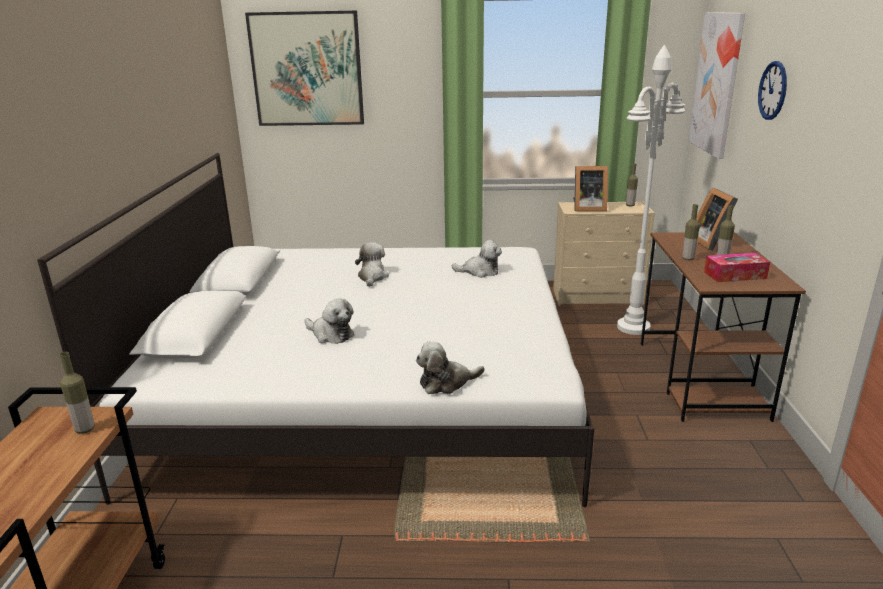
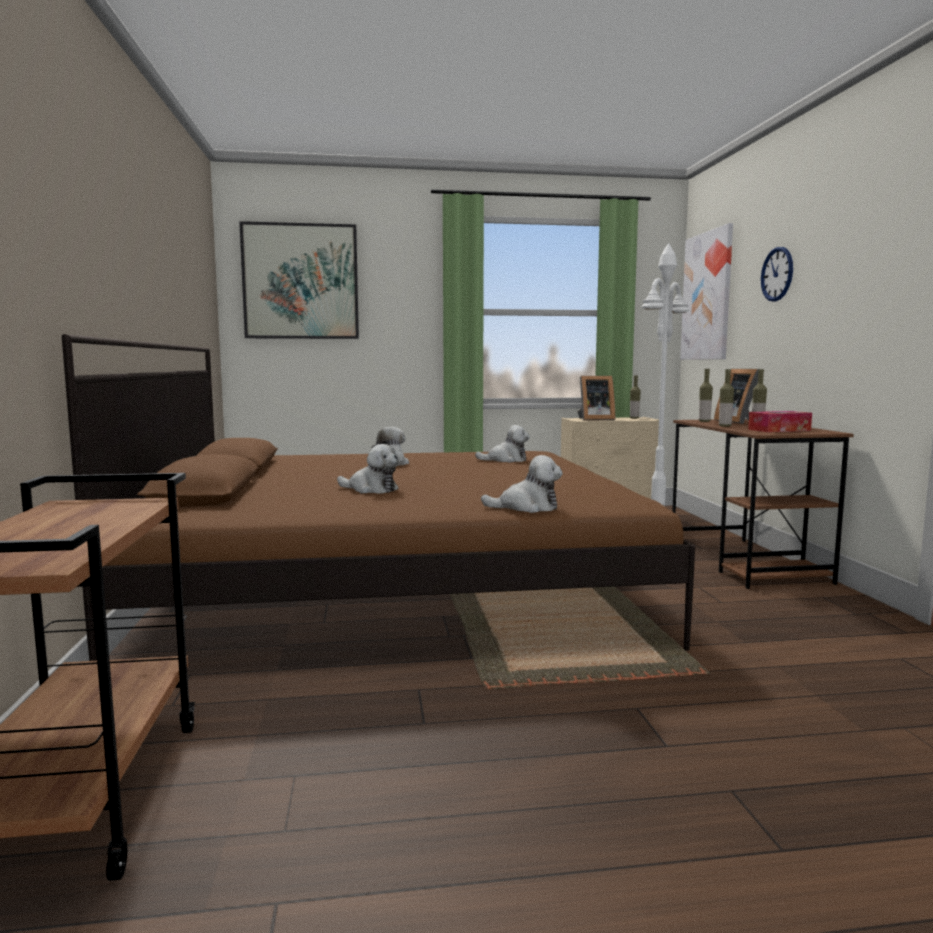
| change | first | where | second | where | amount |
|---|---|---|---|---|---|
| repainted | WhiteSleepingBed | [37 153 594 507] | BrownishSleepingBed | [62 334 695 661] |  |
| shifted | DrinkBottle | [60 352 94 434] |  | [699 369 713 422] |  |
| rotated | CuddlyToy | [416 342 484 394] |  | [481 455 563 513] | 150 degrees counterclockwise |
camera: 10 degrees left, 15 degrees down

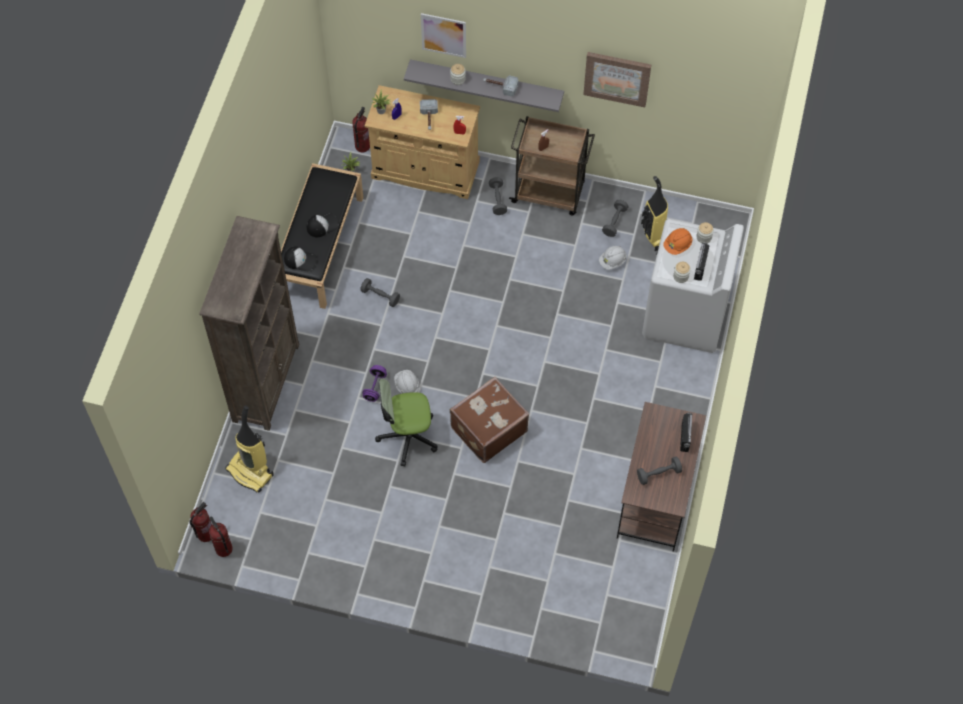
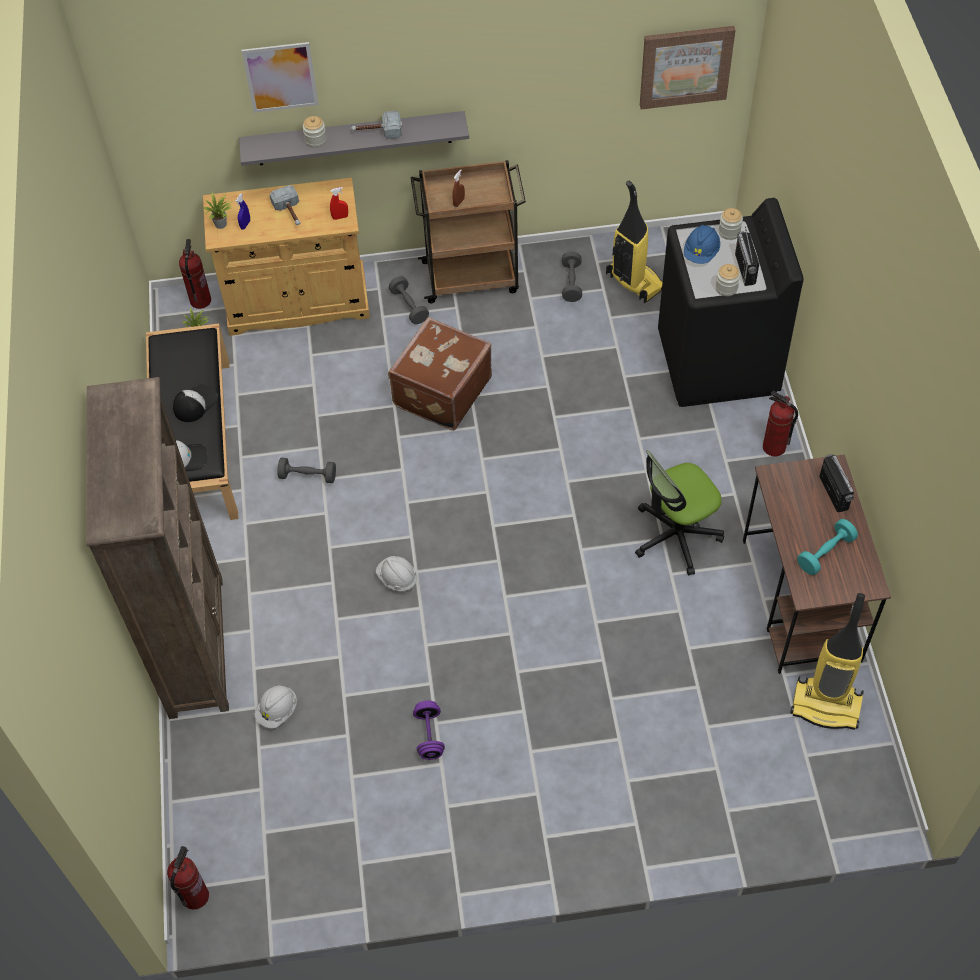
| change | first | where | second | where | amount |
|---|---|---|---|---|---|
| shifted | Extinguisher | [209 516 233 557] |  | [763 391 798 457] |  |
| shifted | VacuumCleaner | [225 405 274 492] |  | [790 593 865 730] |  |
| shifted | PurpleFreeWeight | [362 365 387 402] |  | [413 701 445 760] |  |
| shifted | ComputerChair | [375 379 437 467] |  | [635 450 724 575] |  |
| shifted | BrownishPieceOfLuggage | [450 377 529 463] |  | [388 317 492 430] |  |
| shifted | Picture | [583 52 651 107] |  | [640 26 736 110] |  |
| shifted | WhiteHardHat | [599 246 627 270] |  | [255 685 297 729] |  |
| repainted | GreyishFreeWeight | [637 457 682 485] | TurquoiseFreeWeight | [797 519 858 575] |  |
| repainted | WhiteLaundryAppliance | [642 219 744 353] | BlackLaundryAppliance | [658 198 804 407] |  |
| repainted | OrangeyHardHat | [663 228 692 255] | BluishHardHat | [684 225 720 264] |  |
camera: 20 degrees left, 5 degrees down

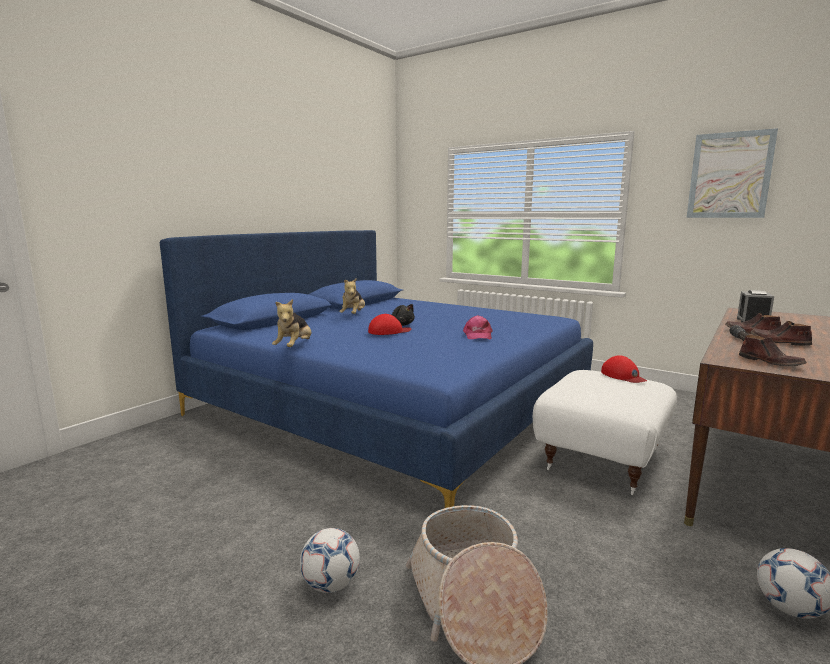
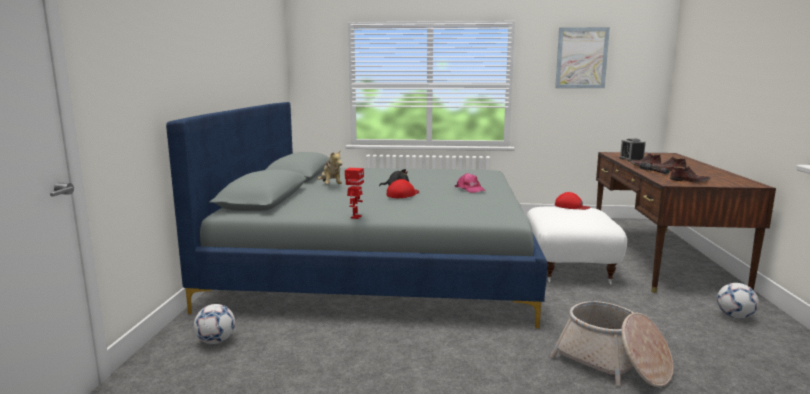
| change | first | where | second | where | amount |
|---|---|---|---|---|---|
| repainted | BluishSleepingBed | [160 230 593 508] | GreyishSleepingBed | [166 102 547 328] |  |
| swapped | CuddlyToy | [272 299 311 347] | RobotFigure | [345 168 364 219] |  |
| shifted | FootballBall | [300 528 360 593] |  | [194 304 235 344] |  |
camera: 30 degrees left, 0 degrees up

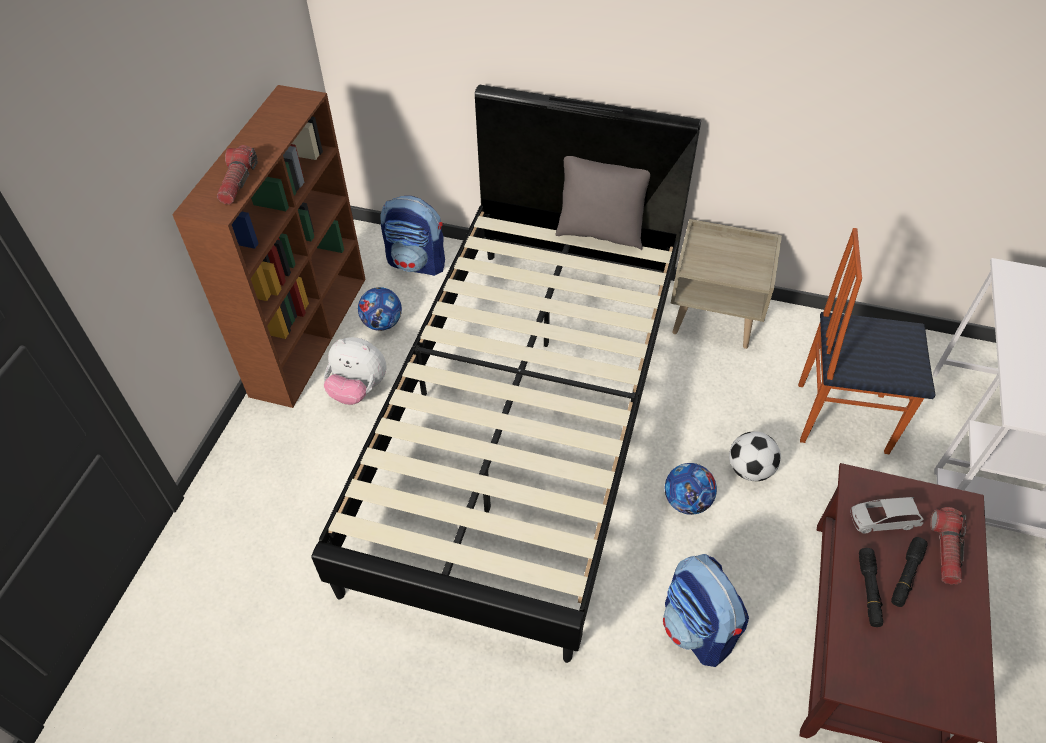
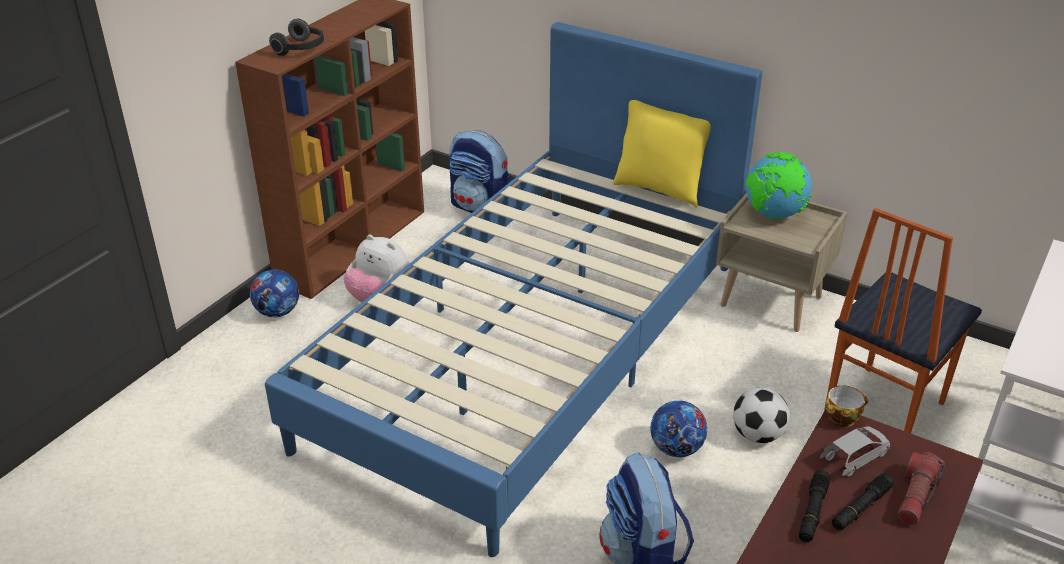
| change | first | where | second | where | amount |
|---|---|---|---|---|---|
| swapped | Flashlight | [217 145 258 204] | Headset | [269 19 324 56] |  |
| repainted | BlackSleepingBed | [312 85 701 663] | BluishSleepingBed | [265 22 762 557] |  |
| shifted | FootballBall | [358 287 402 331] |  | [250 269 299 317] |  |
| repainted | GreyishThrowPillow | [555 156 650 250] | YellowColouredThrowPillow | [613 100 711 208] |  |
| rotated | Chair | [798 228 936 454] |  | [824 208 982 433] | 75 degrees counterclockwise |
| rotated | GreyishToyCar | [850 497 923 534] |  | [820 426 890 477] | 135 degrees clockwise |
| new |  |  | DeskGlobe | [745 152 812 219] |  |
| new |  |  | SmallCup | [825 385 869 427] |  |
camera: 15 degrees right, 15 degrees down

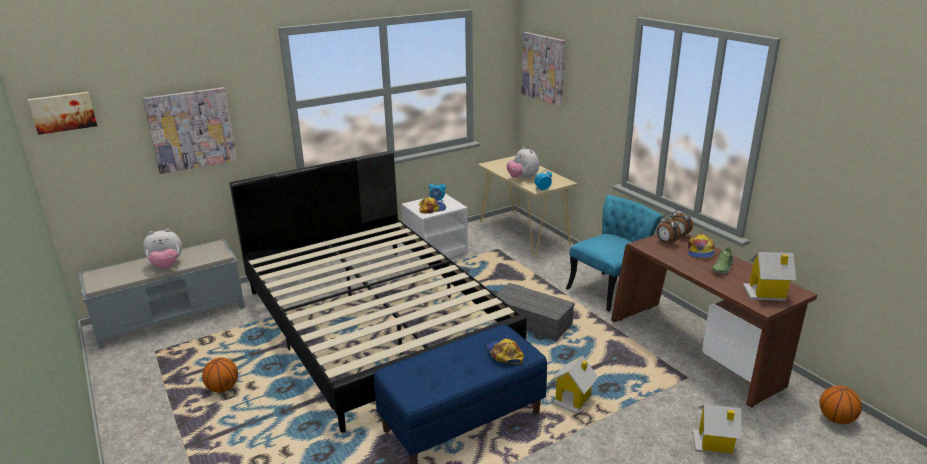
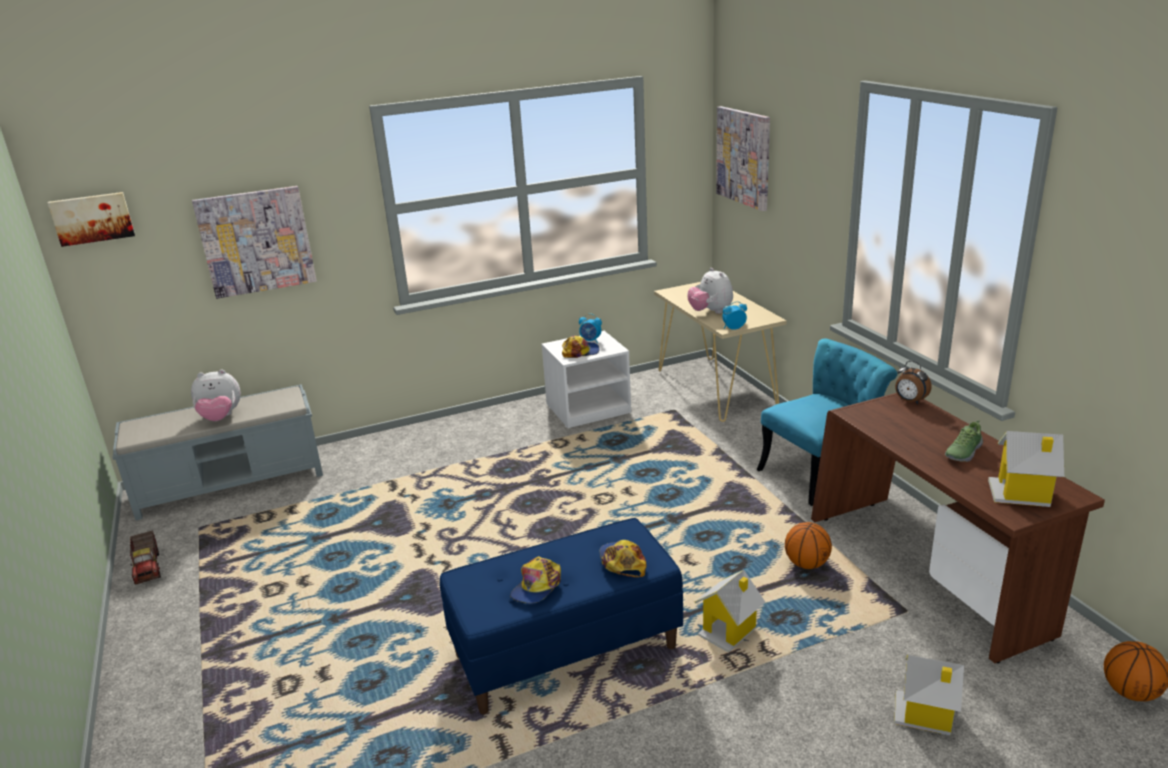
| change | first | where | second | where | amount |
|---|---|---|---|---|---|
| shifted | BallForBasketball | [202 357 238 393] |  | [785 522 832 569] |  |
| gone | BlackSleepingBed | [230 151 527 433] |  |  |  |
| gone | GreyishStorageBox | [495 283 575 341] |  |  |  |
| gone | AlarmClock | [657 214 681 245] |  |  |  |
| shifted | Cap | [688 234 715 258] |  | [510 556 561 603] |  |
| new |  |  | ToyTruck | [130 531 161 584] |  |
camera: 10 degrees right, 0 degrees up

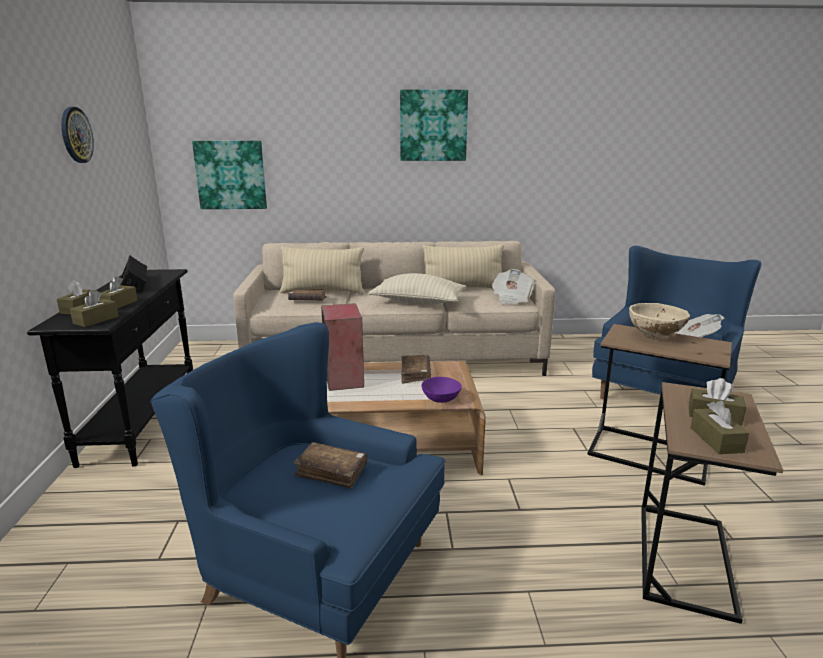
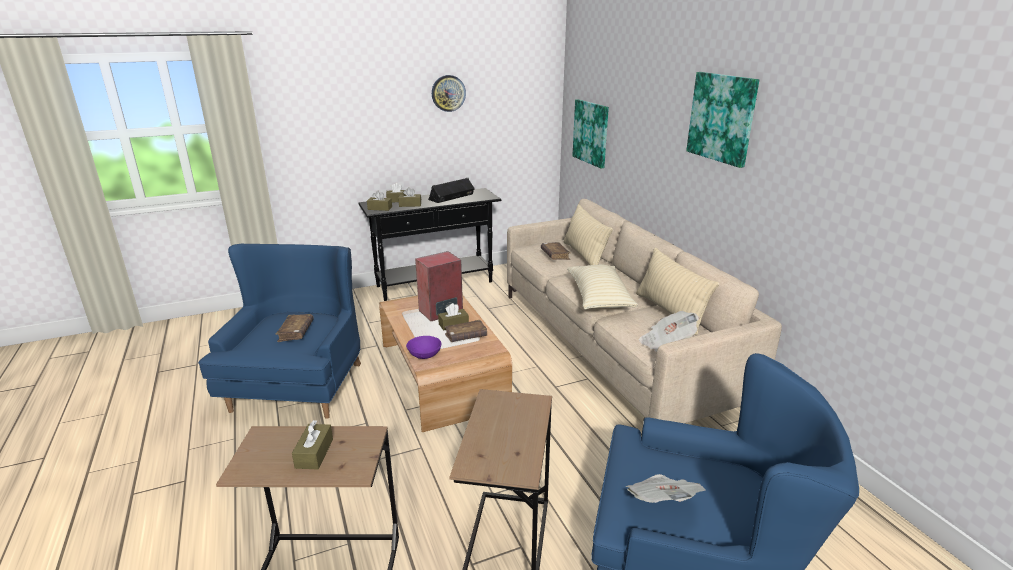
| change | first | where | second | where | amount |
|---|---|---|---|---|---|
| gone | BeigeServingBowl | [629 303 690 338] |  |  |  |
| shifted | BrownishTissueBox | [690 401 749 454] |  | [438 303 469 330] |  |
camera: 70 degrees right, 5 degrees up

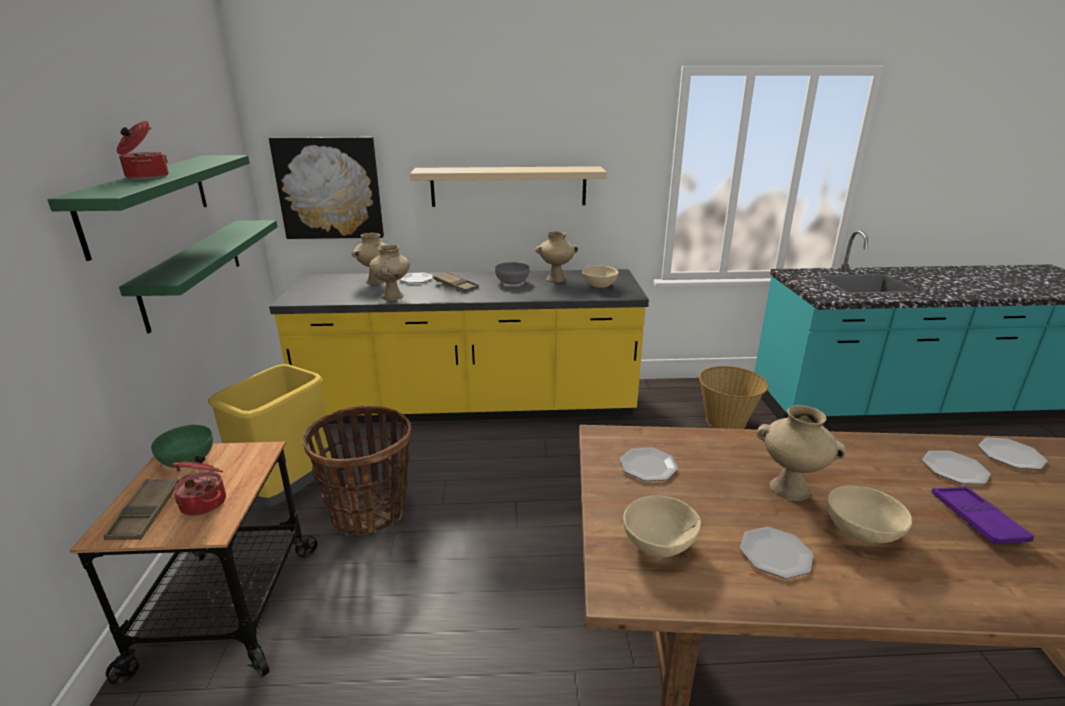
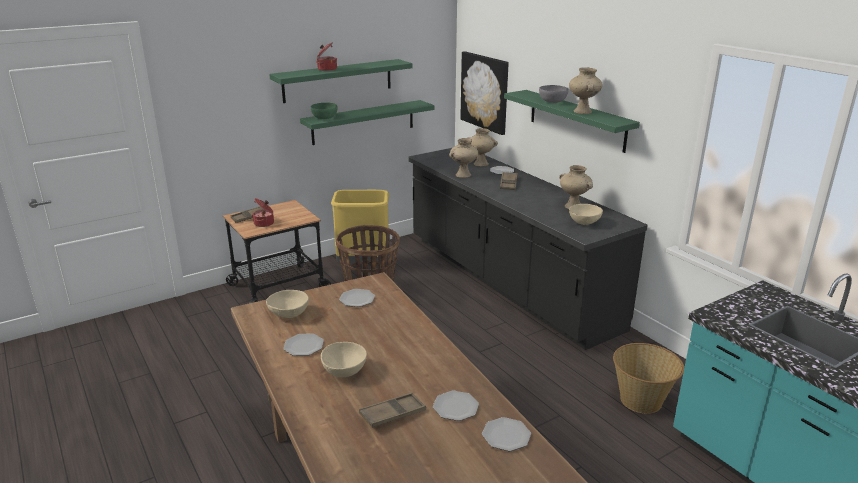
| change | first | where | second | where | amount |
|---|---|---|---|---|---|
| shifted | GreenishServingBowl | [151 425 213 468] |  | [311 103 338 119] |  |
| repainted | YellowColouredCounter | [269 269 649 424] | BlackCounter | [408 148 647 350] |  |
| repainted | BeigeWallShelf | [410 166 607 207] | GreenishWallShelf | [504 90 640 153] |  |
| shifted | GreyishServingBowl | [495 262 530 284] |  | [539 85 569 103] |  |
| shifted | BeigeFlowerVase | [757 405 846 501] |  | [569 67 603 114] |  |
| repainted | PurpleCarryingTray | [931 486 1034 545] | BrownishCarryingTray | [359 393 426 428] |  |
camera: 60 degrees right, 0 degrees up

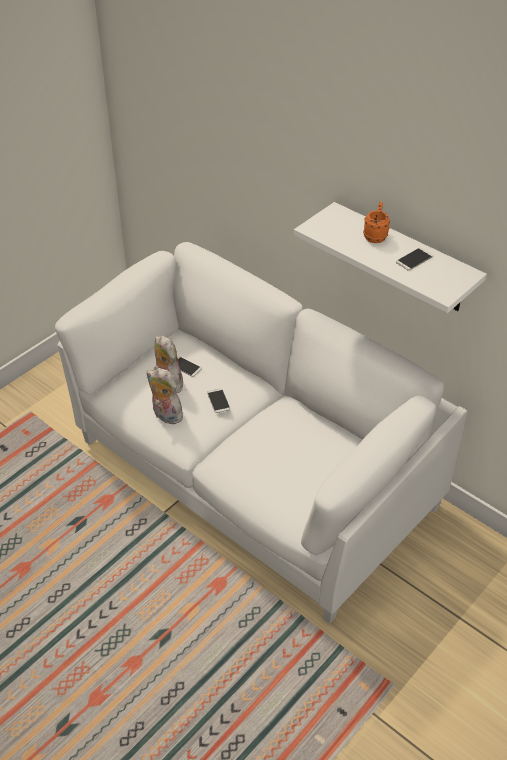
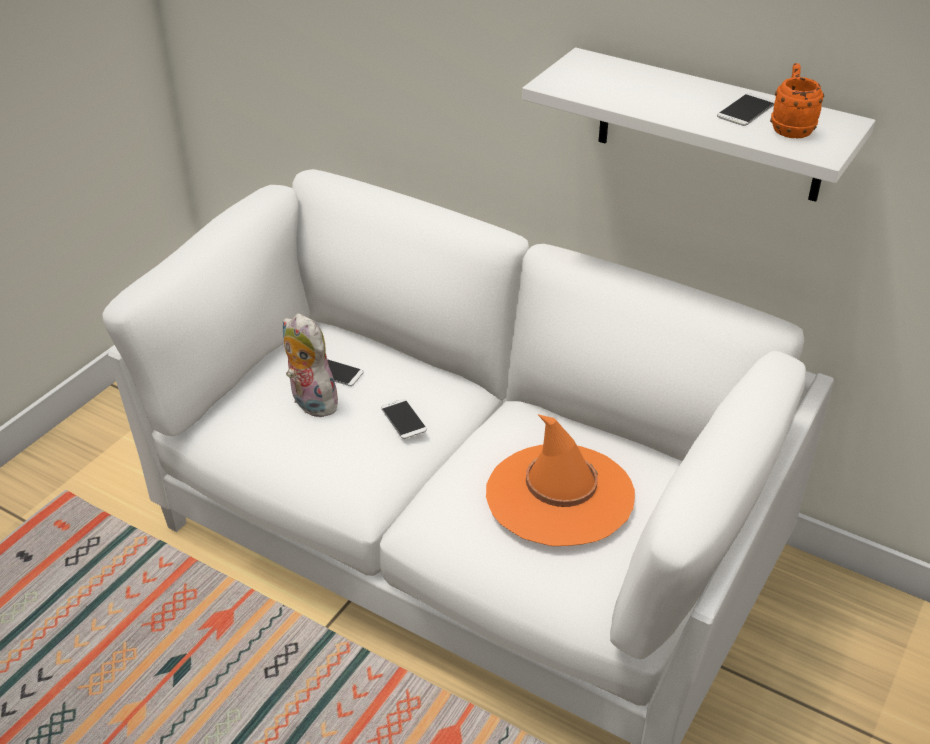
| change | first | where | second | where | amount |
|---|---|---|---|---|---|
| gone | CuddlyToy | [147 368 183 425] |  |  |  |
| shifted | OrangeyTeaMug | [363 202 390 243] |  | [770 63 824 138] |  |
| new |  |  | OrangeyWearableHat | [486 414 635 546] |  |
camera: 10 degrees left, 5 degrees down

